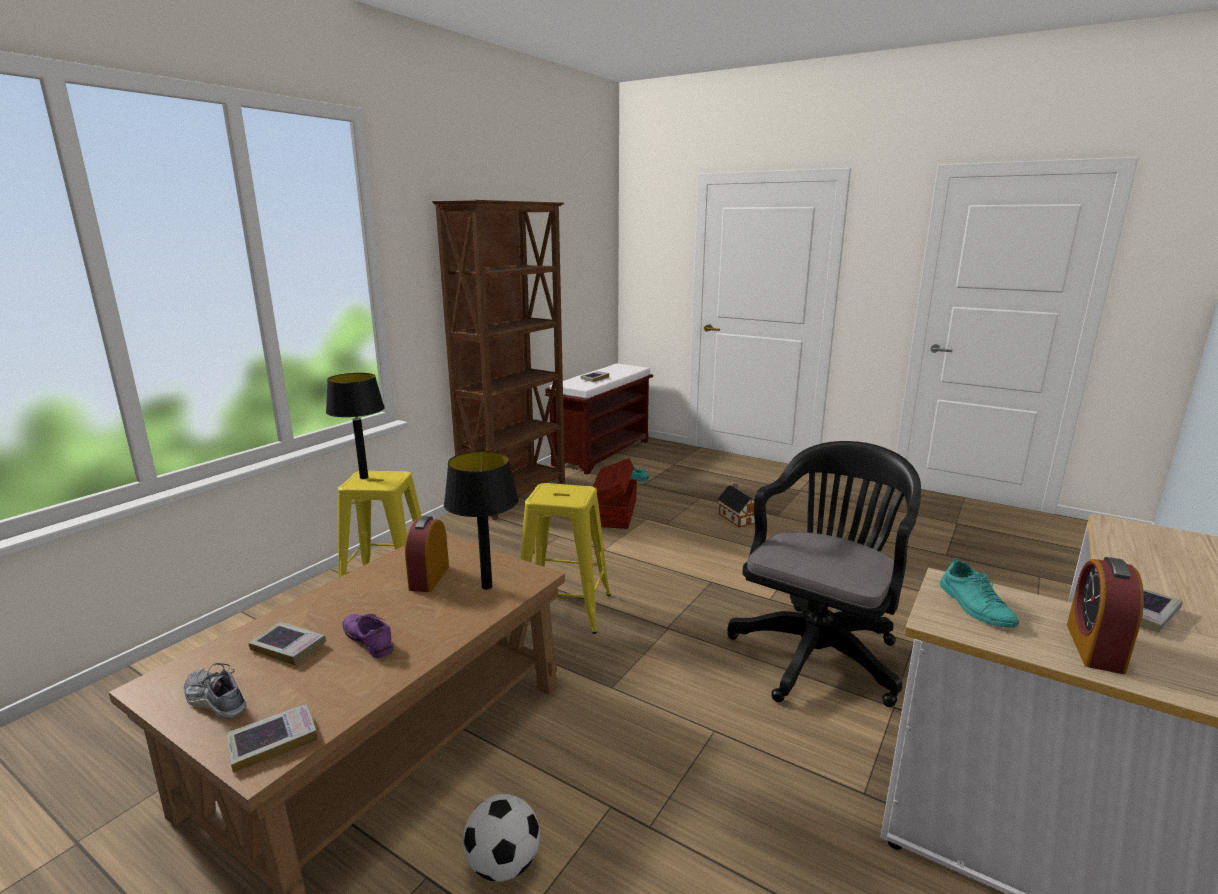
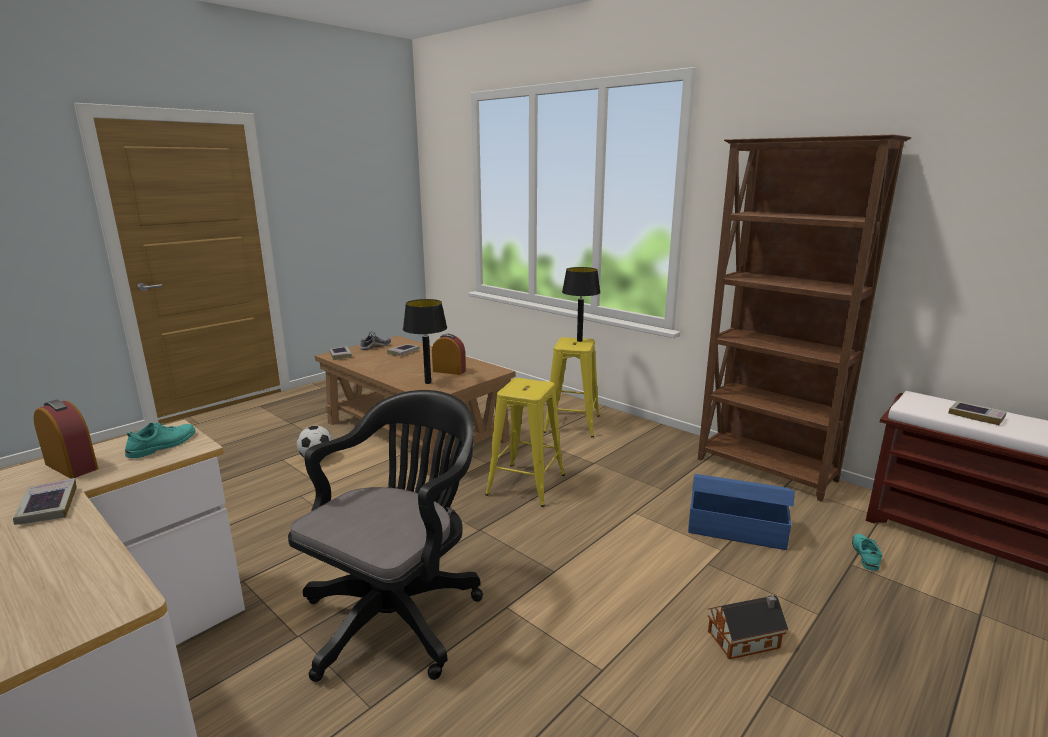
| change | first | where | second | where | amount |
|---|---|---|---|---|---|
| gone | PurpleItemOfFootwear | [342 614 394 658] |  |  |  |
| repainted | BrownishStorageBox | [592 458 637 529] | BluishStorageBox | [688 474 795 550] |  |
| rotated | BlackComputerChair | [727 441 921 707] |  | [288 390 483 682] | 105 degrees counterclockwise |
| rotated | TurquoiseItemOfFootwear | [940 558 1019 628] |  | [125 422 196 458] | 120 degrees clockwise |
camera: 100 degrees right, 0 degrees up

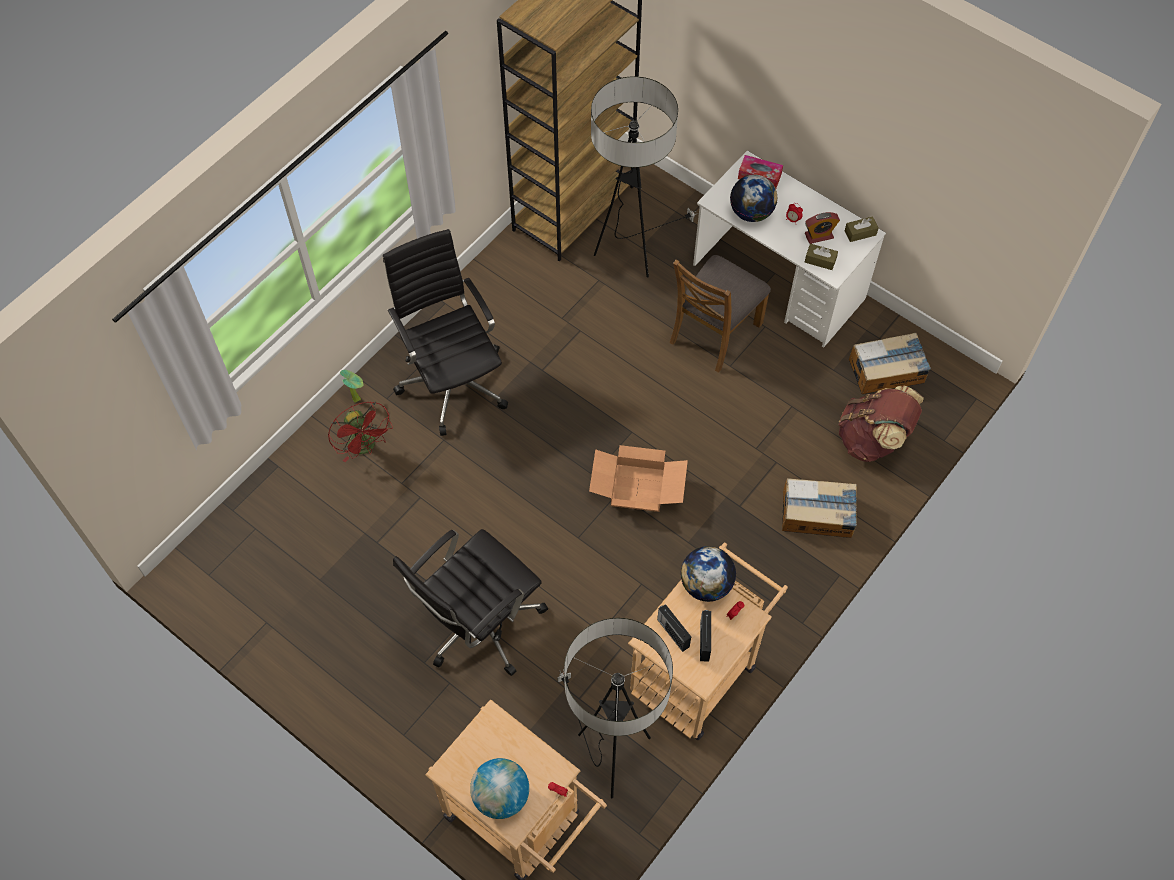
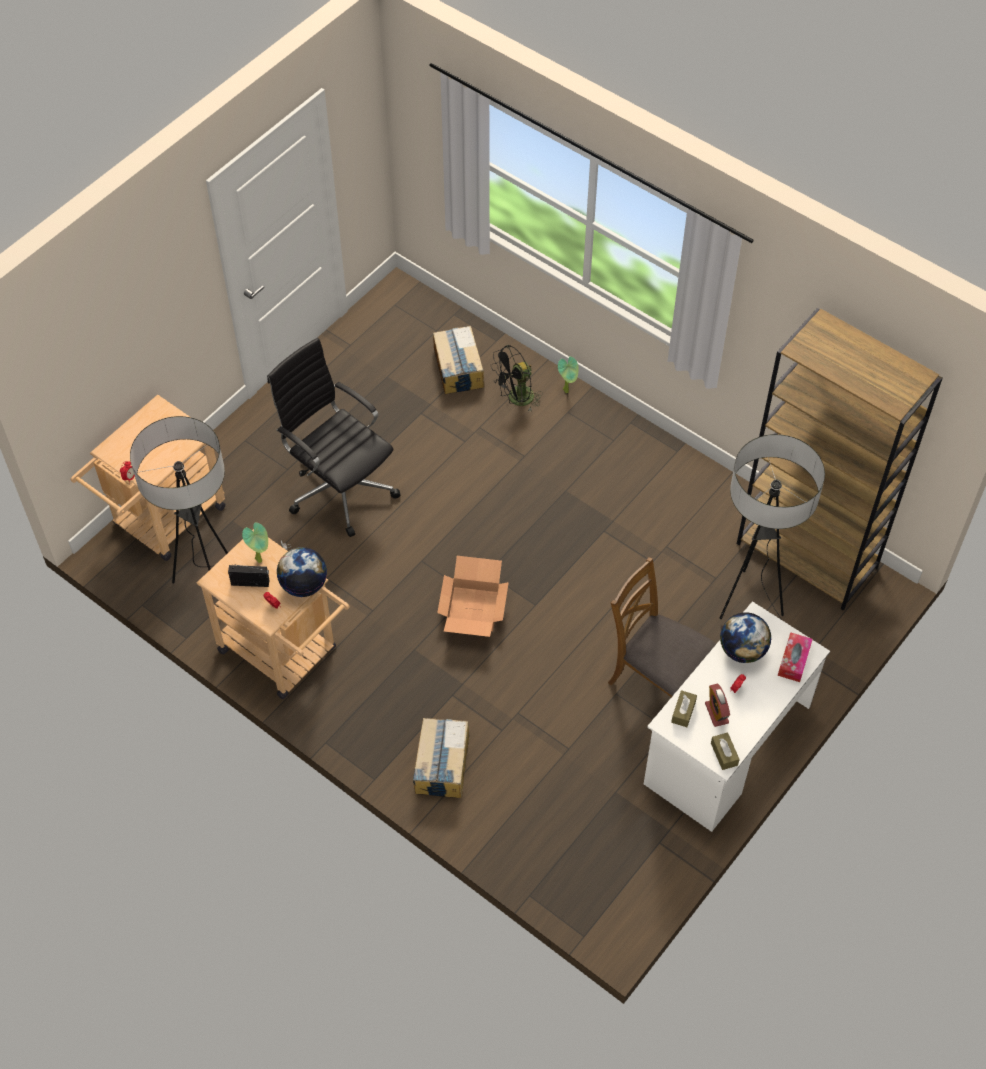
| change | first | where | second | where | amount |
|---|---|---|---|---|---|
| repainted | ReddishFan | [328 401 393 462] | BlackFan | [491 345 543 413] |  |
| gone | BlackComputerChair | [383 229 508 436] |  |  |  |
| gone | DeskGlobe | [470 758 529 819] |  |  |  |
| swapped | RadioSet | [657 604 691 652] | PottedPlant | [242 522 268 563] |  |
| gone | BrownishBackpack | [839 386 924 462] |  |  |  |
| shifted | CardboardBox | [849 333 931 394] |  | [433 326 484 394] |  |
camera: 90 degrees right, 5 degrees down

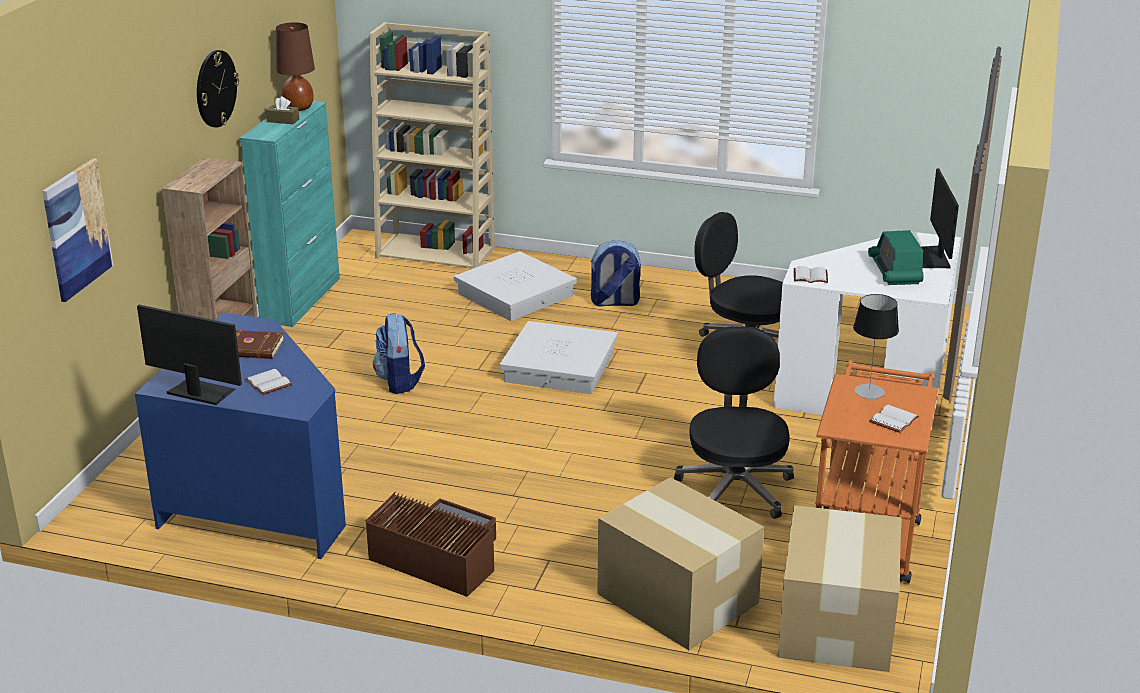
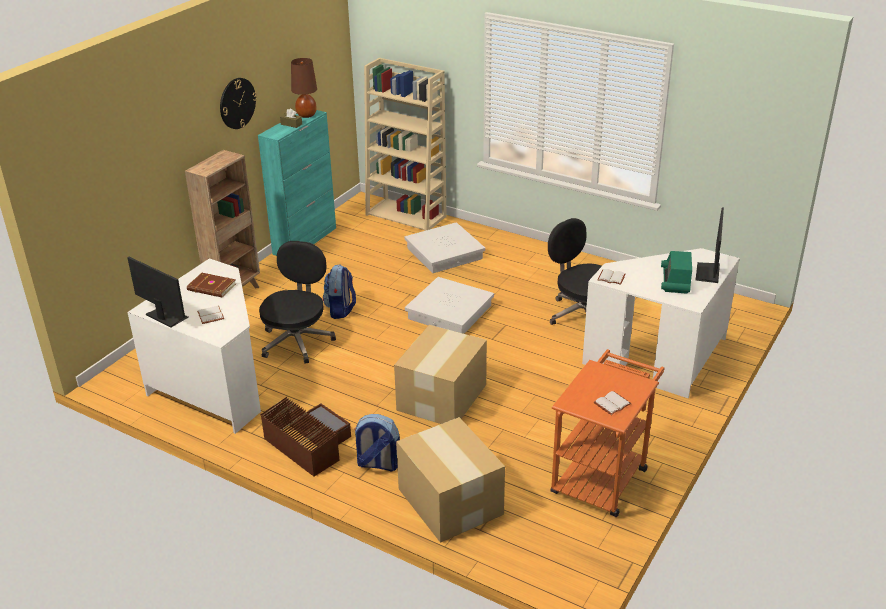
| change | first | where | second | where | amount |
|---|---|---|---|---|---|
| gone | Picture | [42 158 113 302] |  |  |  |
| repainted | BluishDeskUnit | [135 312 346 559] | WhiteDeskUnit | [127 258 261 434] |  |
| shifted | Backpack | [590 240 641 307] |  | [354 414 400 471] |  |
| shifted | BlackComputerChair | [674 326 794 519] |  | [259 241 336 364] |  |
| shifted | CardboardBox | [778 505 901 672] |  | [394 325 487 424] |  |
| gone | TabletopLamp | [853 294 899 399] |  |  |  |
camera: 15 degrees right, 5 degrees up

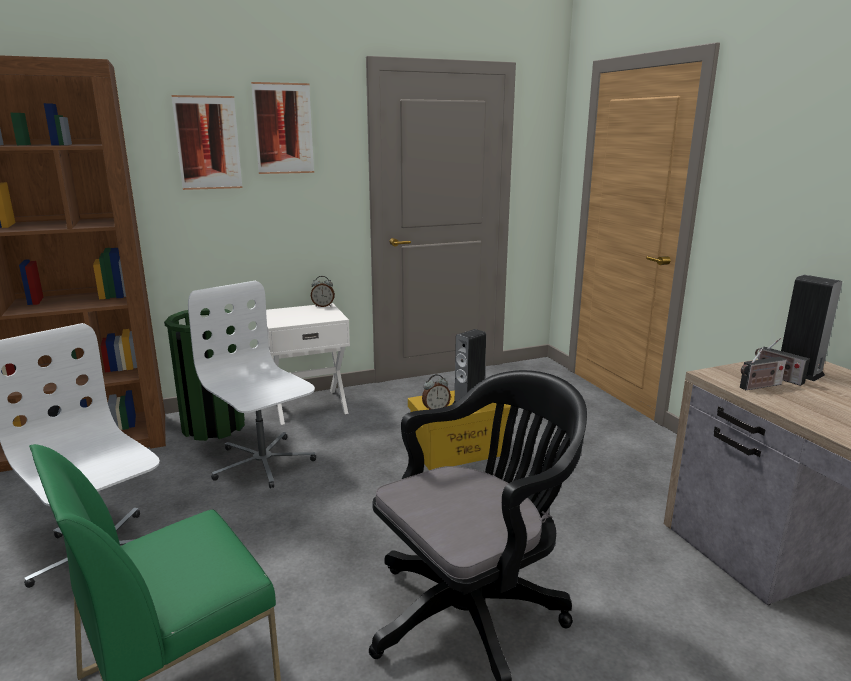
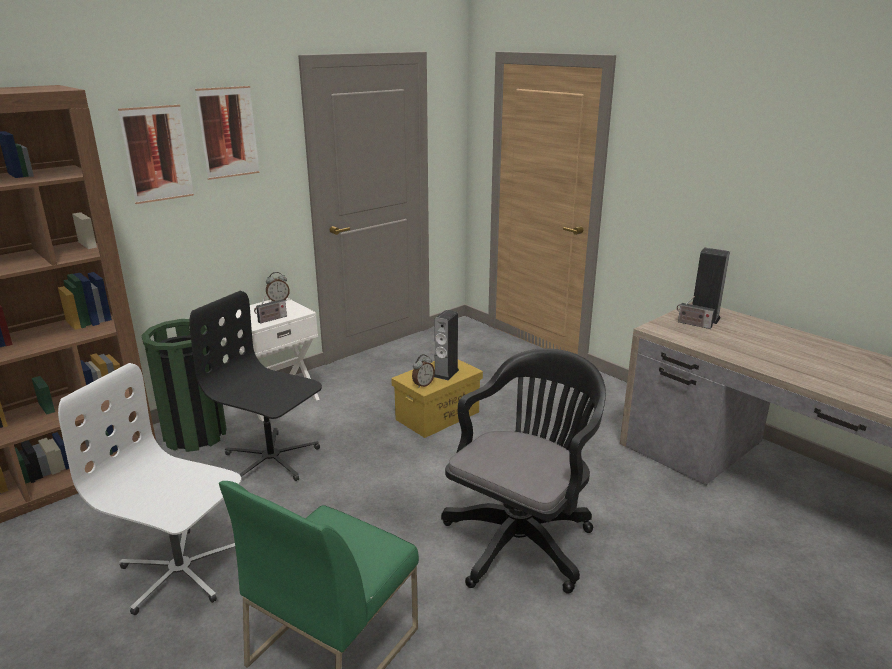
| change | first | where | second | where | amount |
|---|---|---|---|---|---|
| repainted | WhiteComputerChair | [188 281 316 488] | BlackComputerChair | [189 291 322 481] |  |
| shifted | RadioSet | [740 347 786 390] |  | [254 295 287 324] |  |
camera: 20 degrees left, 5 degrees up

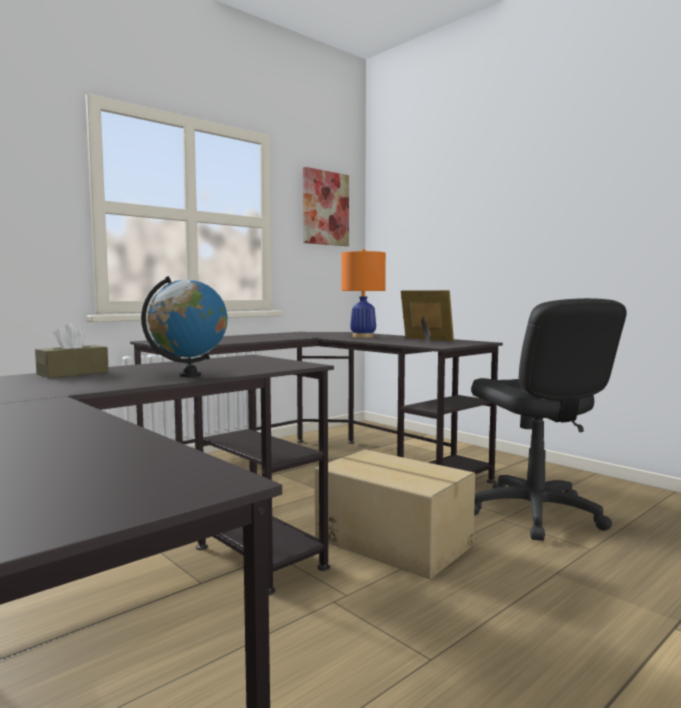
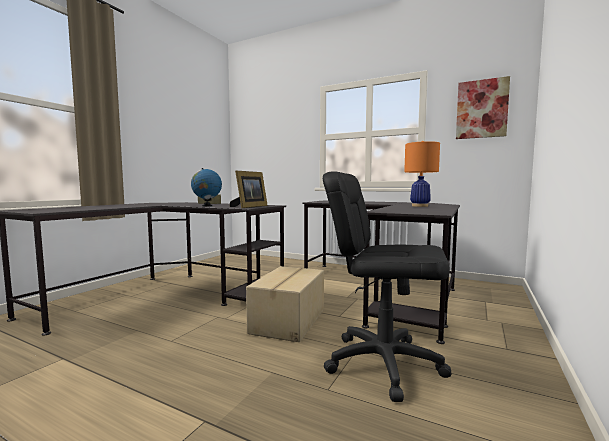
| change | first | where | second | where | amount |
|---|---|---|---|---|---|
| shifted | PictureFrame | [401 290 454 342] |  | [230 171 268 208] |  |
| rotated | BlackComputerChair | [471 298 627 541] |  | [323 171 451 402] | 60 degrees clockwise |
camera: 70 degrees right, 0 degrees up

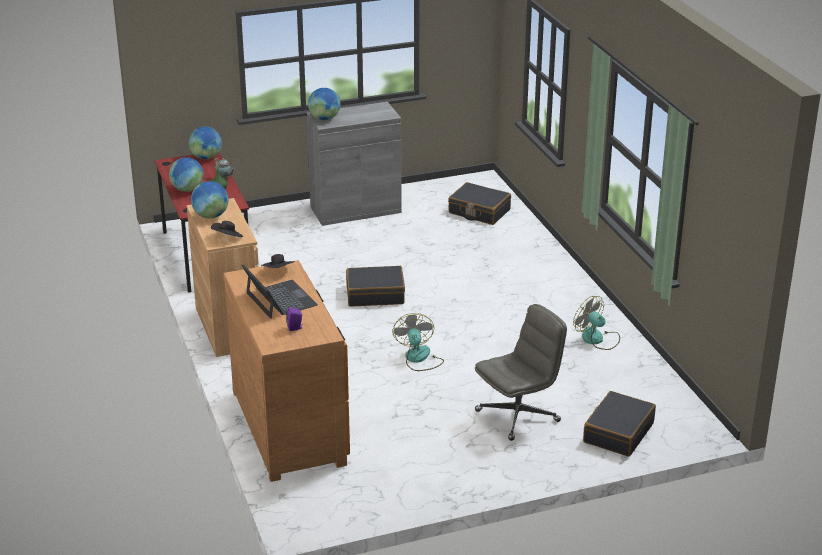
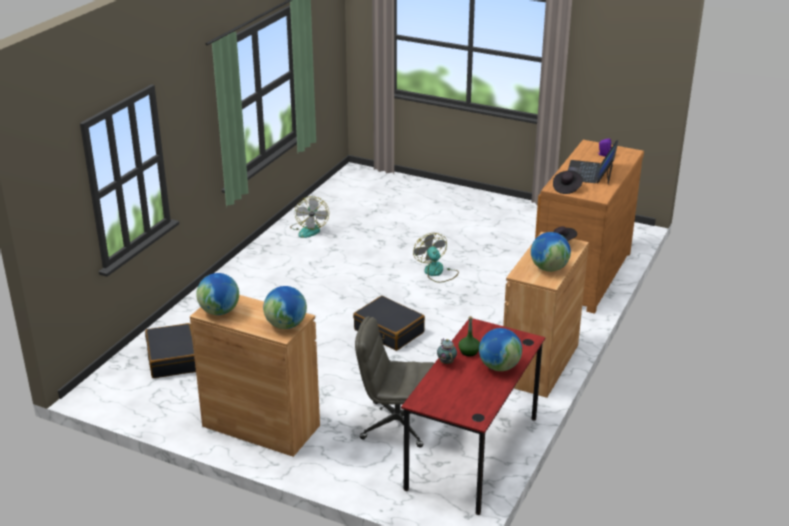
| change | first | where | second | where | amount |
|---|---|---|---|---|---|
| shifted | DeskGlobe | [189 126 222 159] |  | [196 273 239 315] |  |
| repainted | GreyishCupboard | [307 102 402 226] | BrownishCupboard | [190 295 320 457] |  |
| rotated | Fan | [393 313 444 371] |  | [413 233 459 283] | 120 degrees clockwise |
| shifted | GreyishComputerChair | [475 304 567 441] |  | [355 316 434 448] |  |
| gone | BlackPieceOfLuggage | [583 391 656 457] |  |  |  |
camera: 135 degrees left, 0 degrees up

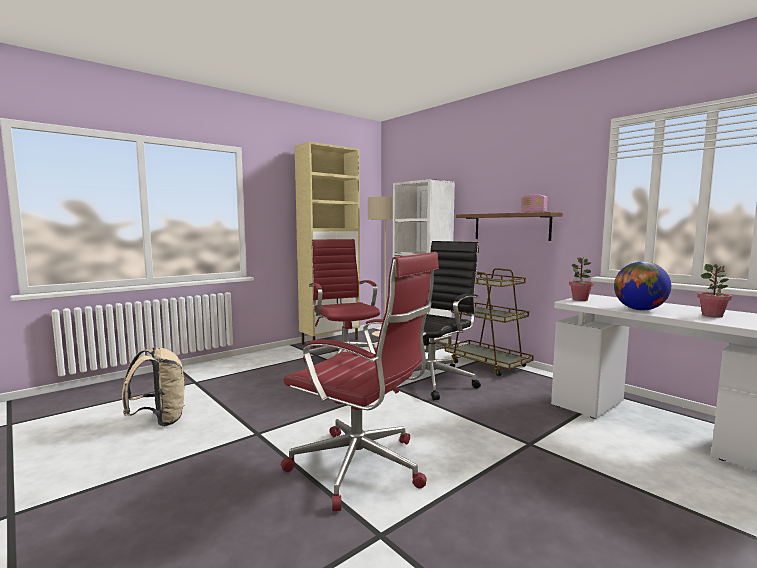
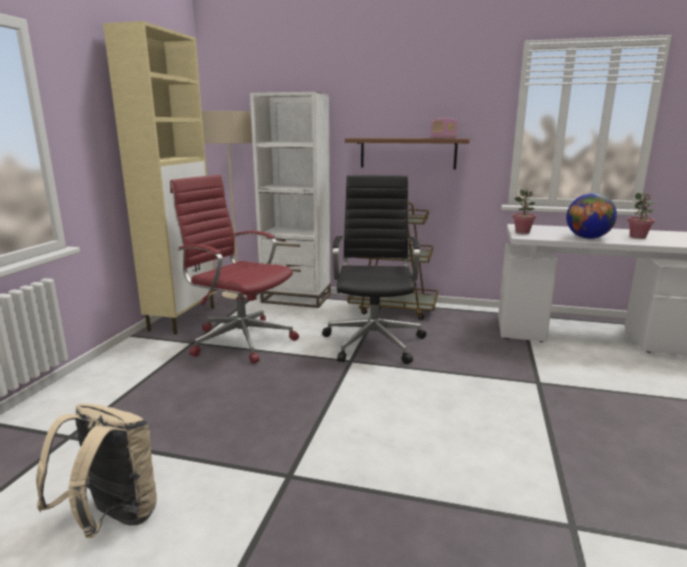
| change | first | where | second | where | amount |
|---|---|---|---|---|---|
| gone | ReddishComputerChair | [281 252 439 511] |  |  |  |
camera: 35 degrees left, 10 degrees up

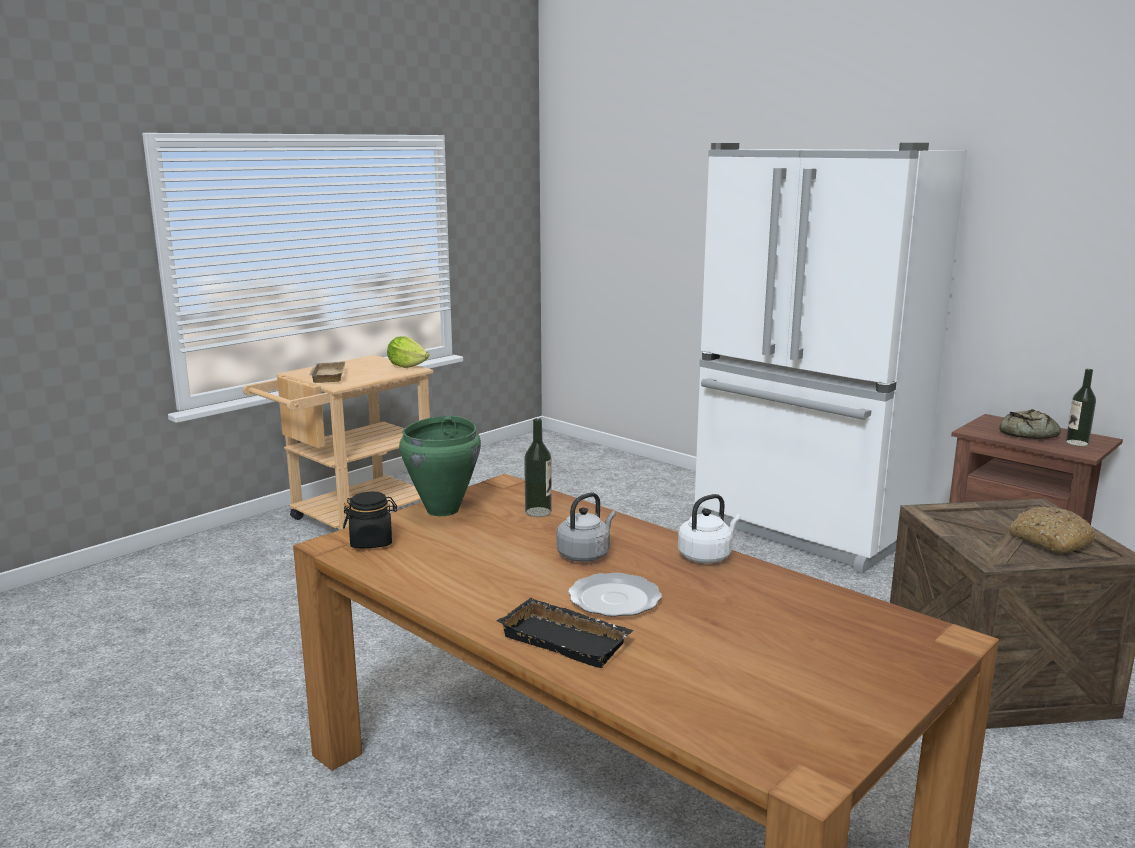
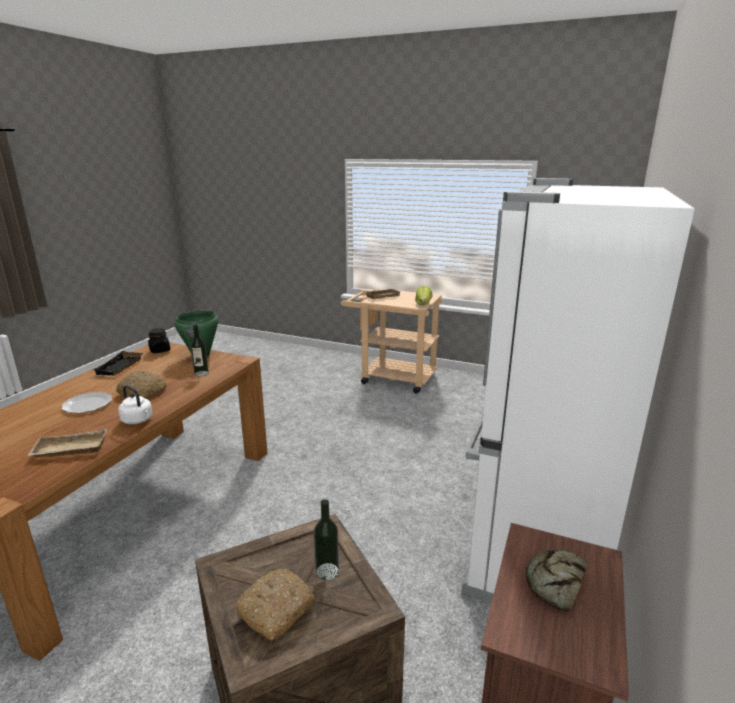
| change | first | where | second | where | amount |
|---|---|---|---|---|---|
| shifted | BlackCarryingTray | [497 598 634 668] |  | [93 351 143 375] |  |
| swapped | GreyishKettle | [557 492 616 562] | BakeryBread | [116 371 167 399] |  |
| shifted | DrinkBottle | [1066 369 1096 446] |  | [314 499 339 581] |  |
| new |  |  | BeigeCarryingTray | [27 429 107 458] |  |
camera: 70 degrees right, 5 degrees up

